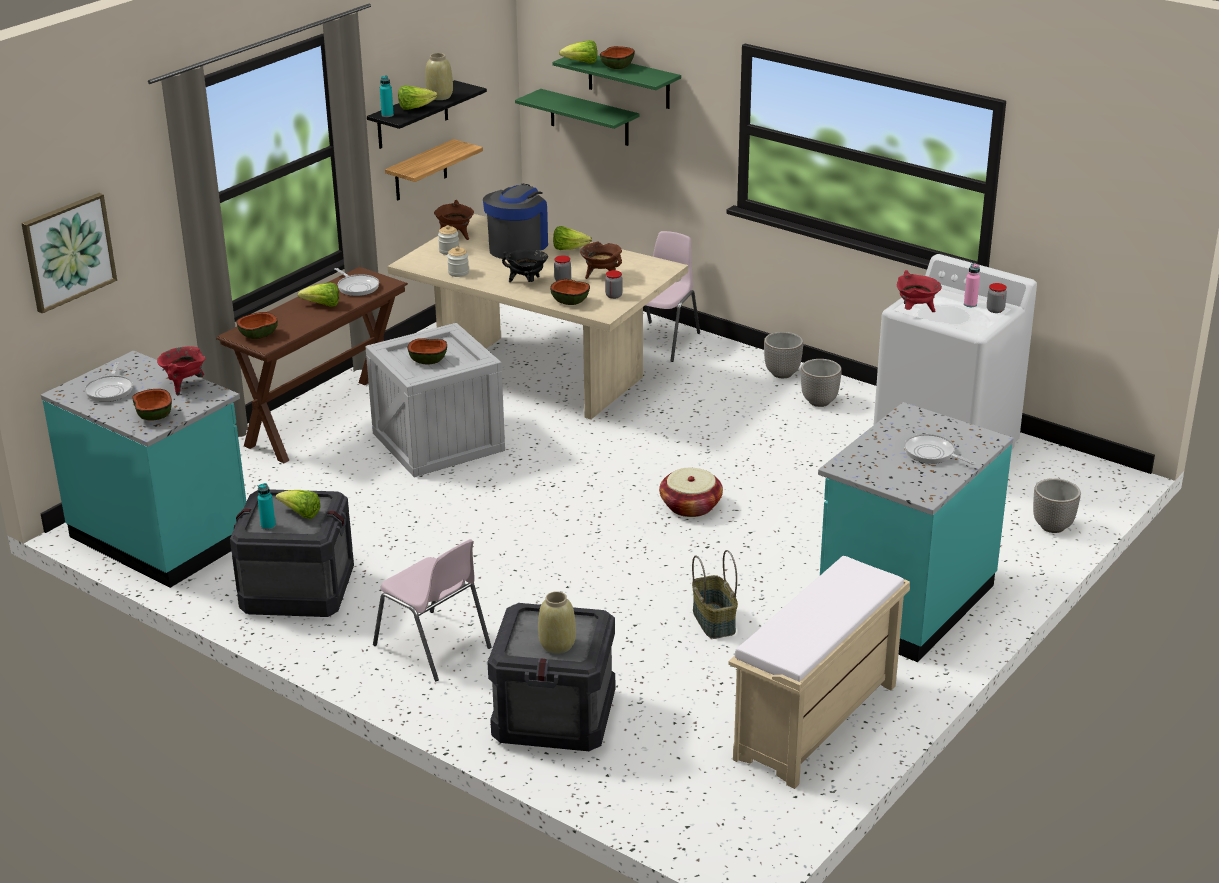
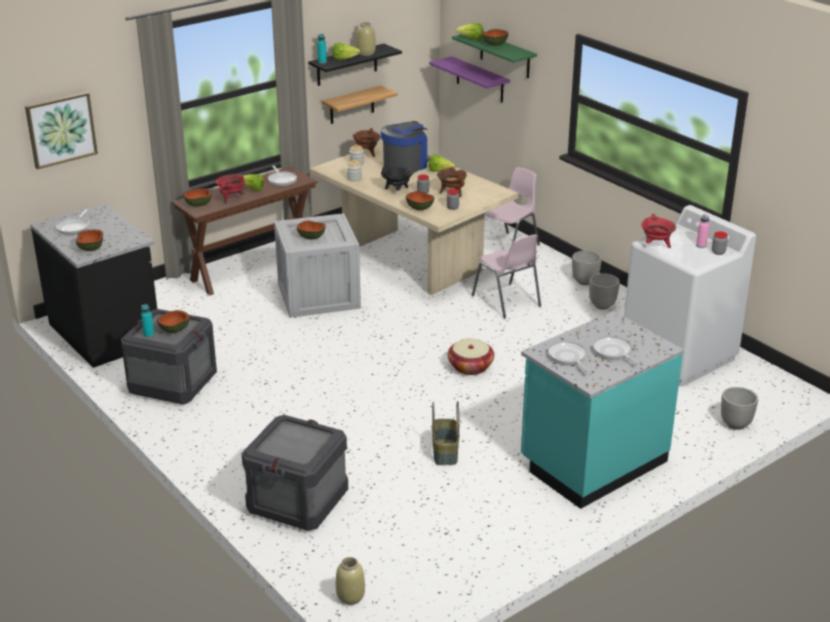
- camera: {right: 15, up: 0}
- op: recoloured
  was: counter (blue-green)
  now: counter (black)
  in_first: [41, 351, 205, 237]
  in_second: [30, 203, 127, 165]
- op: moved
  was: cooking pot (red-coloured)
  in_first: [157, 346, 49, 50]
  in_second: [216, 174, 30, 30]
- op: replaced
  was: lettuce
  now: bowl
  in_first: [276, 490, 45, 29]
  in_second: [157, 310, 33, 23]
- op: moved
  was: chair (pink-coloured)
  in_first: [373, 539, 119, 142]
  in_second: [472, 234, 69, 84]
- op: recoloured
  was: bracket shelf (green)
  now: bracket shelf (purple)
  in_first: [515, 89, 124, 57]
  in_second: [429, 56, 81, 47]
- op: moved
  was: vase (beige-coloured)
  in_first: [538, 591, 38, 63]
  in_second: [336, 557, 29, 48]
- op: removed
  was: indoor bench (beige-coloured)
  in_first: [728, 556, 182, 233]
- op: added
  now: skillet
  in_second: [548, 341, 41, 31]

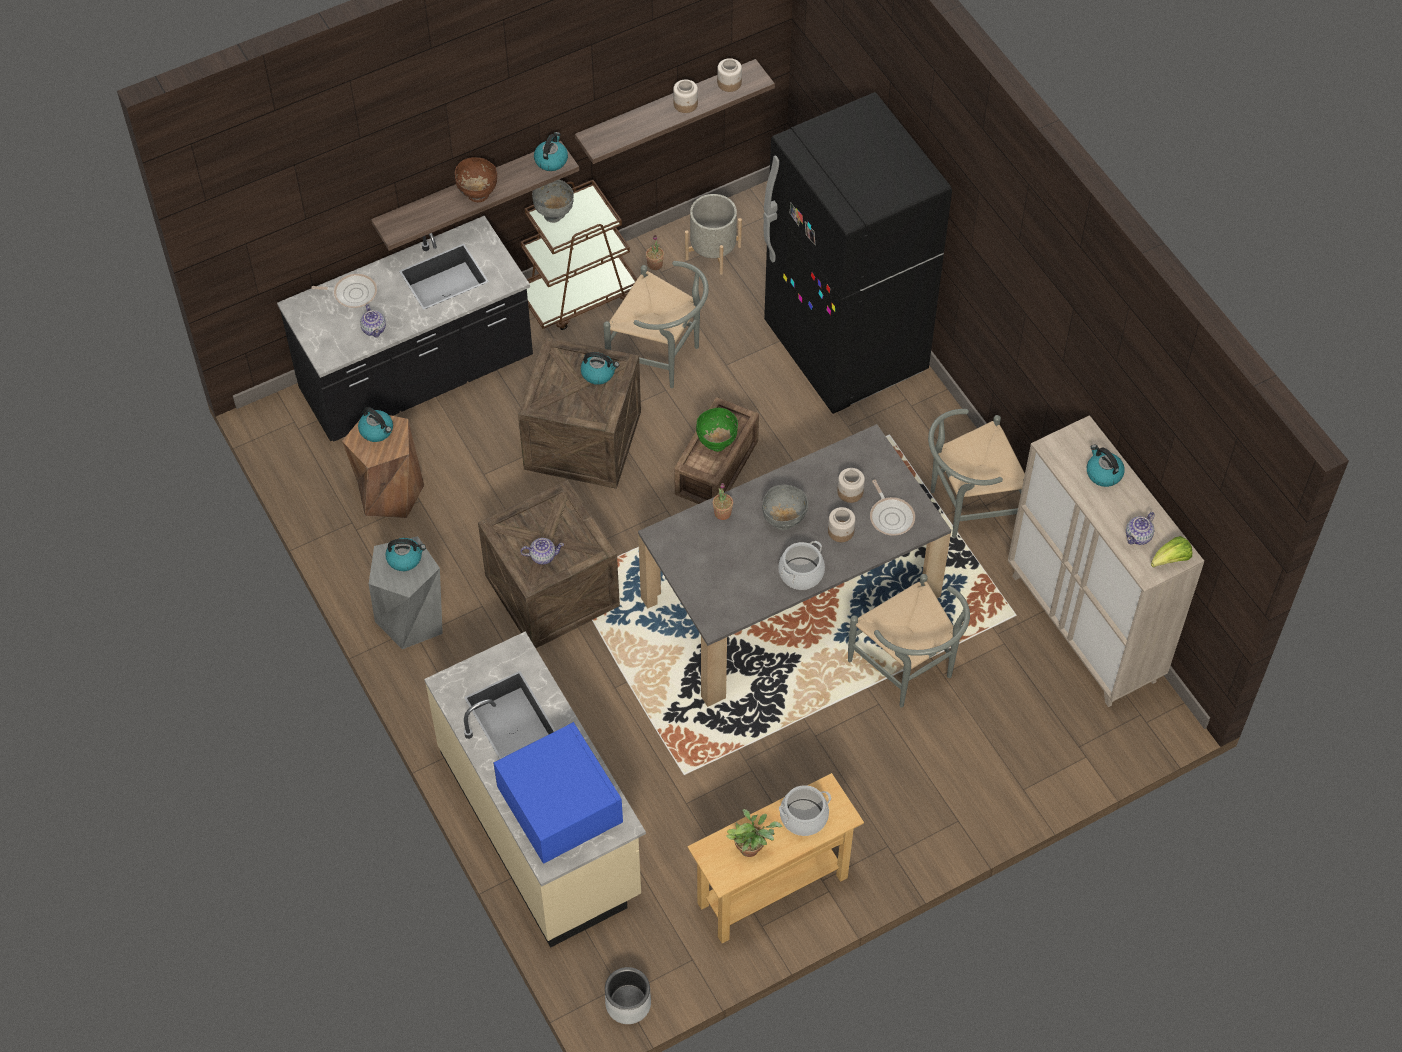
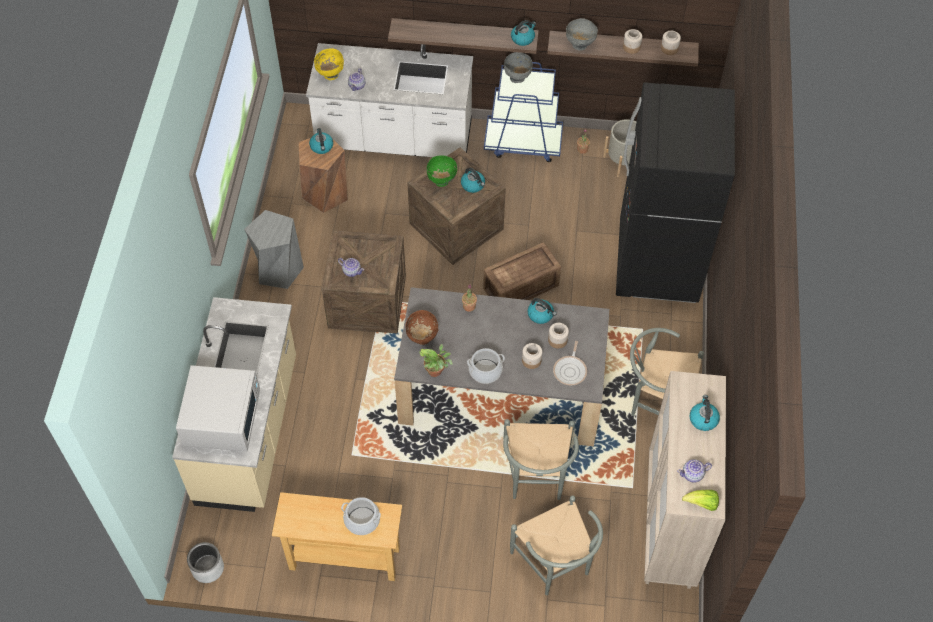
- camera: {right: 35, up: 0}
- op: recoloured
  was: counter (black)
  now: counter (whitish)
  in_first: [277, 216, 256, 226]
  in_second: [306, 43, 167, 114]
- op: removed
  was: skillet
  in_first: [311, 274, 66, 34]
- op: moved
  was: water kettle
  in_first: [385, 538, 41, 33]
  in_second: [528, 298, 28, 26]
- op: moved
  was: bowl (brown)
  in_first: [455, 157, 42, 45]
  in_second: [405, 310, 33, 35]
- op: recoloured
  was: microwave oven (blue)
  now: microwave oven (whitish)
  in_first: [494, 722, 129, 142]
  in_second: [176, 365, 84, 87]
- op: recoloured
  was: cart (brown)
  now: cart (blue)
  in_first: [521, 180, 116, 150]
  in_second: [484, 61, 79, 101]
- op: moved
  was: chair (gray)
  in_first: [603, 261, 106, 127]
  in_second: [510, 496, 93, 100]
- op: moved
  was: bowl (green)
  in_first: [696, 407, 42, 45]
  in_second: [427, 155, 30, 32]
- op: moved
  was: houseplant
  in_first: [726, 809, 57, 48]
  in_second: [419, 344, 34, 33]
- op: moved
  was: bowl (gray)
  in_first: [762, 485, 46, 45]
  in_second: [566, 18, 32, 33]
- op: added
  now: bowl (yellowish)
  in_second: [314, 48, 30, 32]

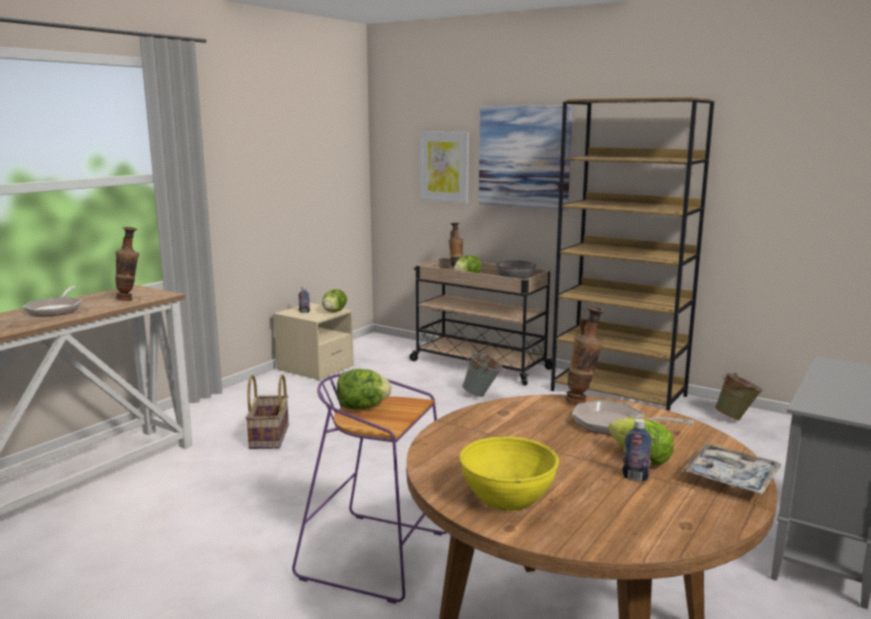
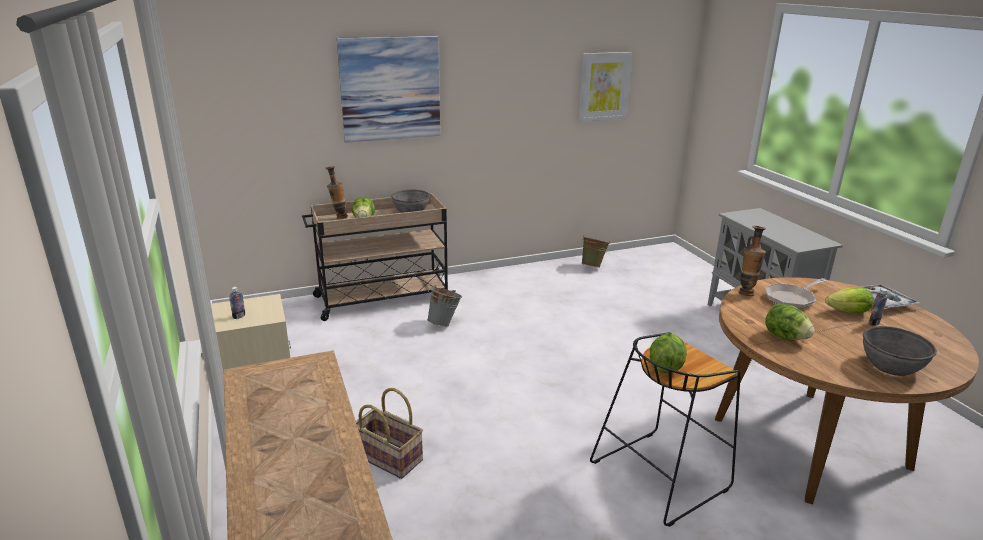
- camera: {right: -55, up: 10}
- op: removed
  was: skillet
  in_first: [23, 286, 59, 31]
- op: removed
  was: vase
  in_first: [115, 227, 24, 74]
- op: recoloured
  was: stool seat (purple)
  now: stool seat (black)
  in_first: [292, 373, 155, 231]
  in_second: [590, 332, 151, 195]
- op: moved
  was: lettuce
  in_first: [322, 289, 25, 23]
  in_second: [765, 303, 50, 37]
- op: moved
  was: picture
  in_first: [420, 131, 49, 73]
  in_second: [578, 52, 54, 70]
- op: recoloured
  was: bowl (yellowish)
  now: bowl (gray)
  in_first: [459, 436, 100, 75]
  in_second: [863, 326, 74, 50]
- op: removed
  was: shelving unit (brown)
  in_first: [551, 97, 163, 314]

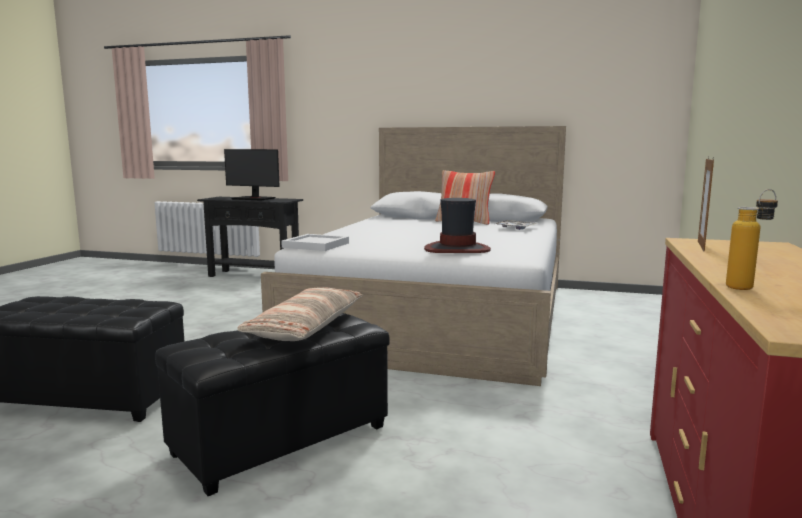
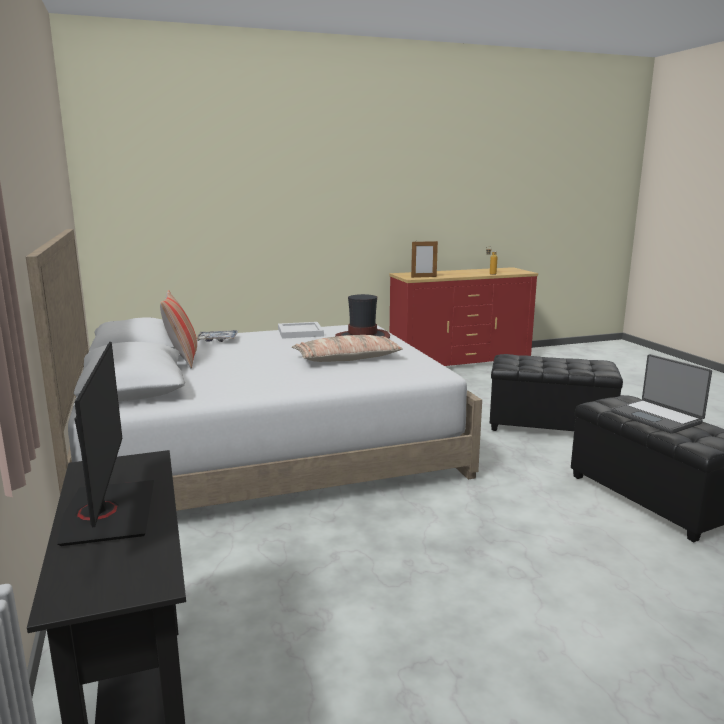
- camera: {right: -125, up: 5}
- op: moved
  was: cushion
  in_first: [237, 287, 126, 54]
  in_second: [292, 335, 111, 27]
- op: moved
  was: serving tray (whitish)
  in_first: [281, 234, 68, 17]
  in_second: [278, 322, 46, 17]
- op: added
  now: laptop
  in_second: [611, 354, 101, 80]

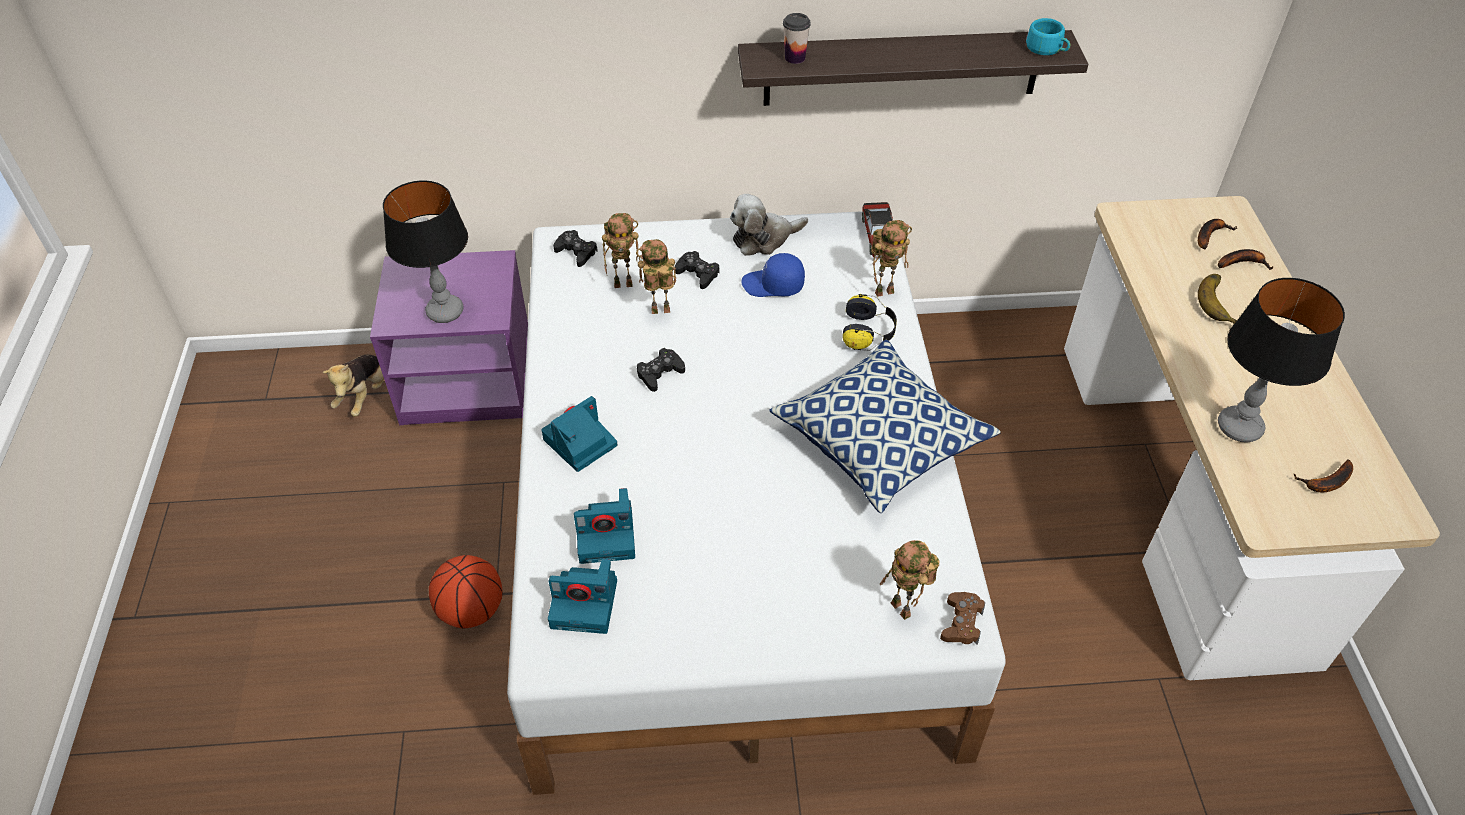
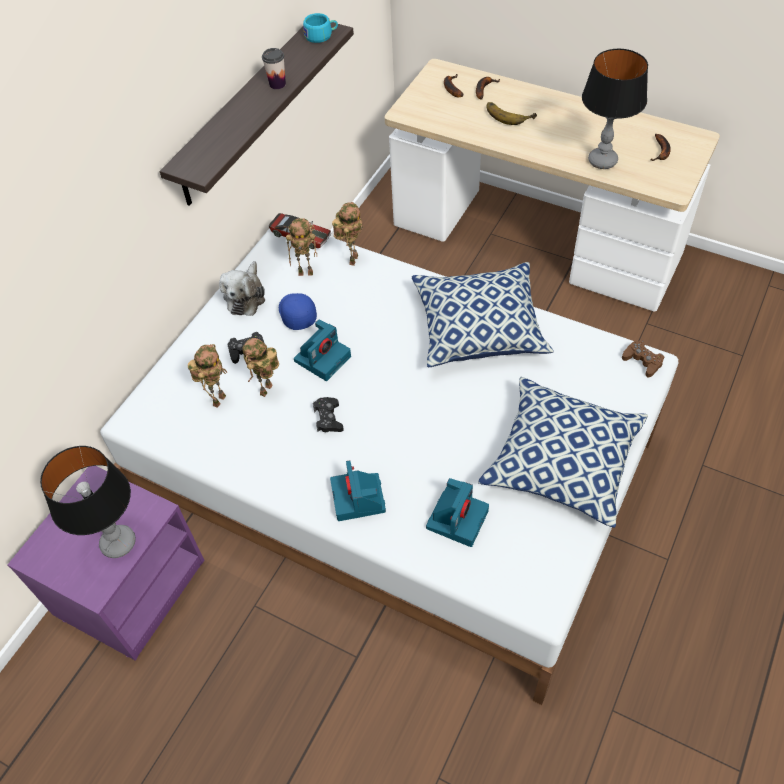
- camera: {right: -55, up: 5}
- op: removed
  was: cuddly toy
  in_first: [323, 355, 61, 62]
- op: removed
  was: ball for basketball
  in_first: [429, 555, 74, 73]
- op: moved
  was: photo camera
  in_first: [548, 559, 69, 75]
  in_second: [294, 319, 57, 62]
- op: removed
  was: joypad (black)
  in_first: [553, 230, 45, 37]
- op: turned
  was: peaked cap (blue)
  in_first: [742, 253, 63, 44]
  in_second: [279, 293, 38, 37]
  clockwise: 120
- op: moved
  was: drinking cup
  in_first: [783, 13, 28, 51]
  in_second: [262, 48, 24, 41]
- op: removed
  was: pair of headphones
  in_first: [842, 294, 55, 57]
- op: moved
  was: robot figure
  in_first: [880, 540, 60, 80]
  in_second: [286, 219, 31, 57]
- op: added
  now: cushion
  in_second: [478, 377, 170, 151]

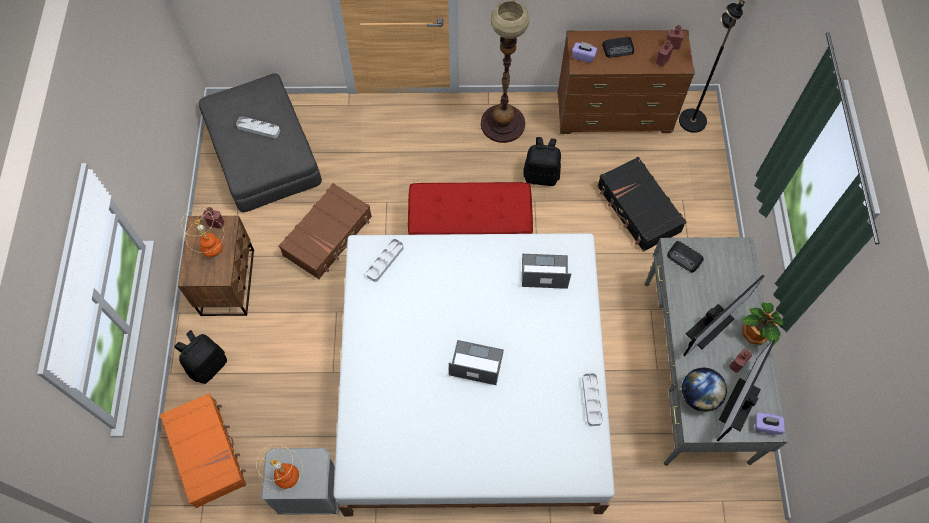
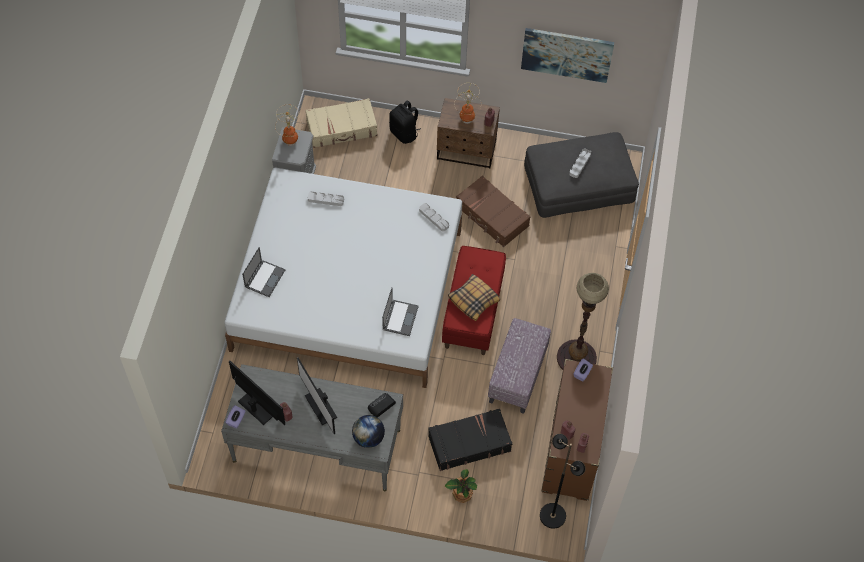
- camera: {right: 100, up: -5}
- op: recoloured
  was: travel case (orange)
  now: travel case (beige-coloured)
  in_first: [160, 393, 86, 115]
  in_second: [305, 98, 72, 50]
- op: moved
  was: laptop
  in_first: [449, 340, 55, 45]
  in_second: [242, 247, 43, 50]
- op: replaced
  was: backpack (black)
  now: pouffe
  in_first: [523, 137, 38, 49]
  in_second: [488, 318, 63, 96]
- op: moved
  was: serving tray (gray)
  in_first: [582, 373, 21, 53]
  in_second: [308, 191, 36, 15]
- op: removed
  was: radio
  in_first: [602, 37, 32, 21]
- op: moved
  was: world globe
  in_first: [682, 368, 45, 44]
  in_second: [352, 415, 33, 33]
- op: moved
  was: houseplant
  in_first: [742, 302, 41, 44]
  in_second: [445, 469, 32, 34]
- op: added
  now: cushion
  in_second: [448, 274, 52, 47]
- op: added
  now: picture
  in_second: [521, 28, 93, 55]

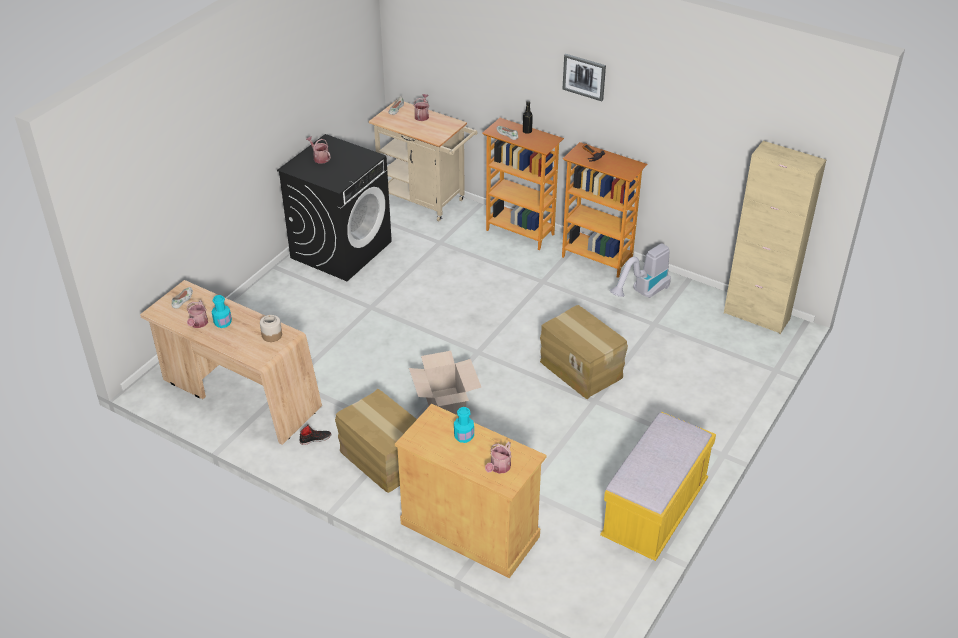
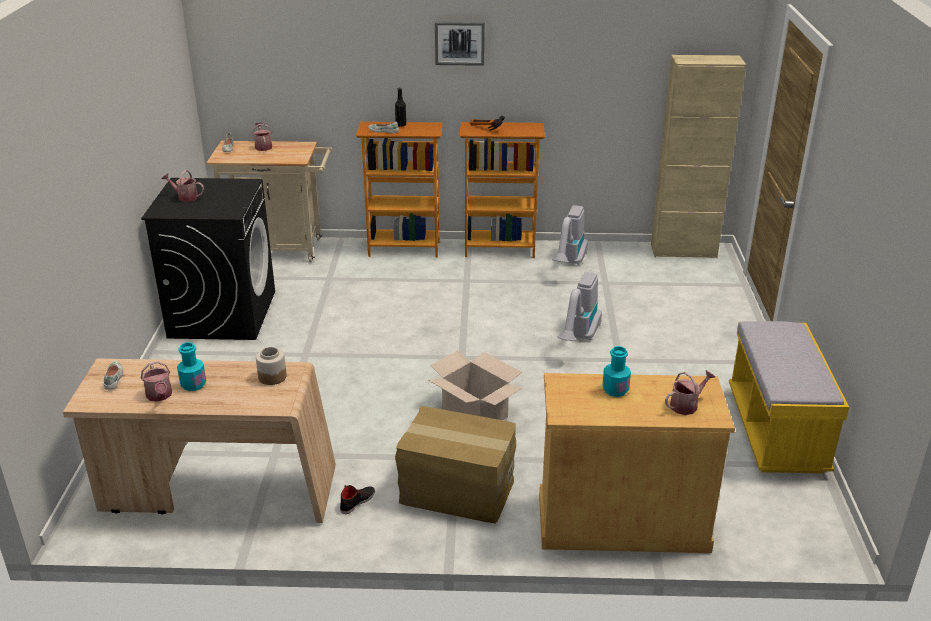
- camera: {right: -30, up: -10}
- op: turned
  was: watering can
  in_first: [485, 442, 27, 32]
  in_second: [665, 370, 50, 45]
  clockwise: -120
- op: replaced
  was: packing box
  now: vacuum cleaner
  in_first: [540, 305, 88, 94]
  in_second: [558, 272, 44, 69]

